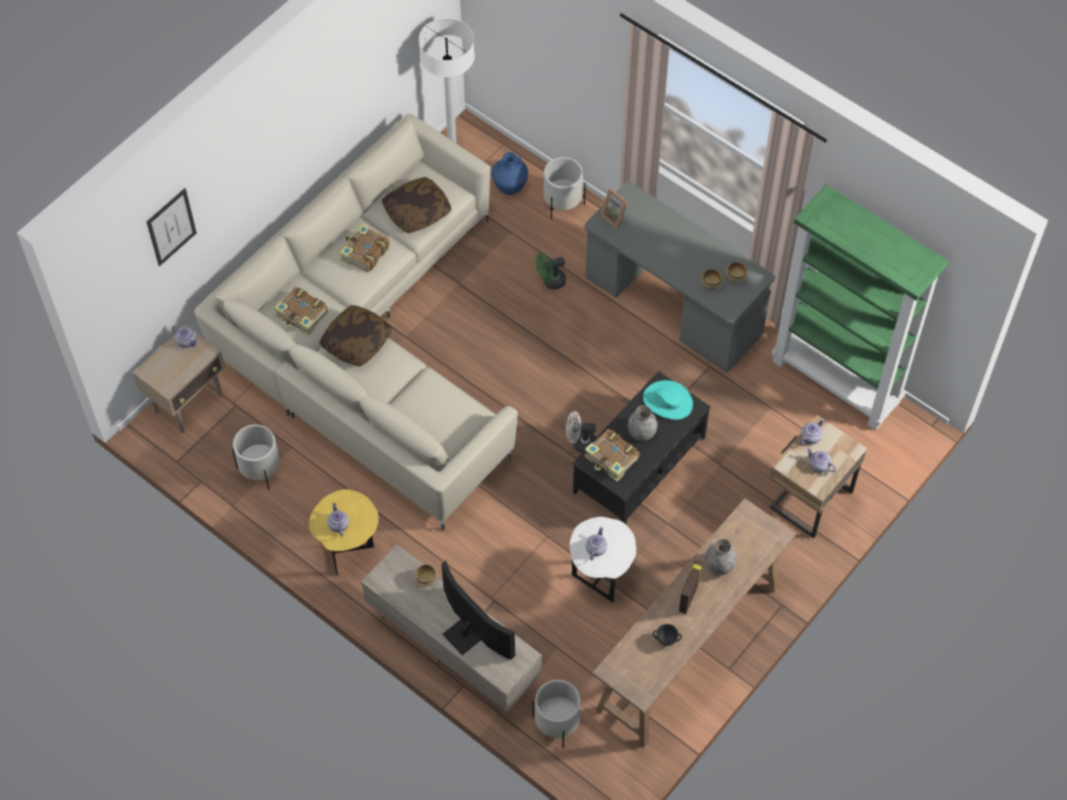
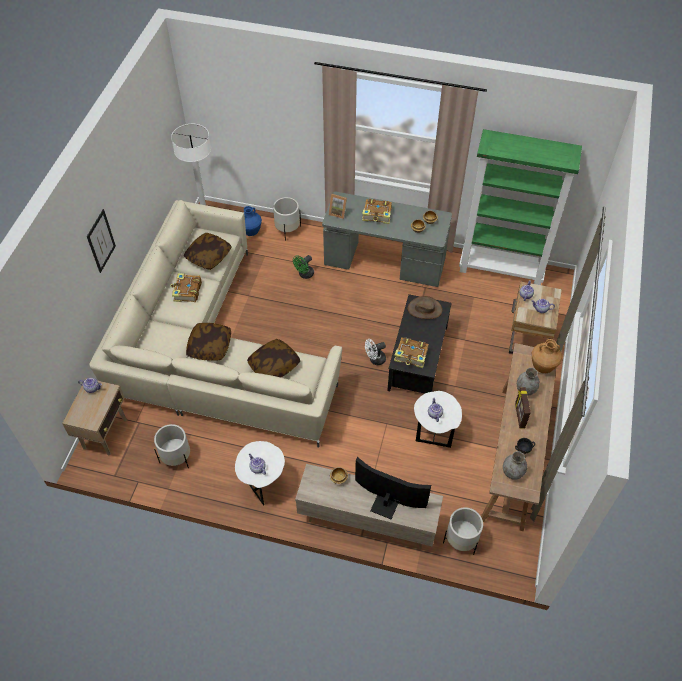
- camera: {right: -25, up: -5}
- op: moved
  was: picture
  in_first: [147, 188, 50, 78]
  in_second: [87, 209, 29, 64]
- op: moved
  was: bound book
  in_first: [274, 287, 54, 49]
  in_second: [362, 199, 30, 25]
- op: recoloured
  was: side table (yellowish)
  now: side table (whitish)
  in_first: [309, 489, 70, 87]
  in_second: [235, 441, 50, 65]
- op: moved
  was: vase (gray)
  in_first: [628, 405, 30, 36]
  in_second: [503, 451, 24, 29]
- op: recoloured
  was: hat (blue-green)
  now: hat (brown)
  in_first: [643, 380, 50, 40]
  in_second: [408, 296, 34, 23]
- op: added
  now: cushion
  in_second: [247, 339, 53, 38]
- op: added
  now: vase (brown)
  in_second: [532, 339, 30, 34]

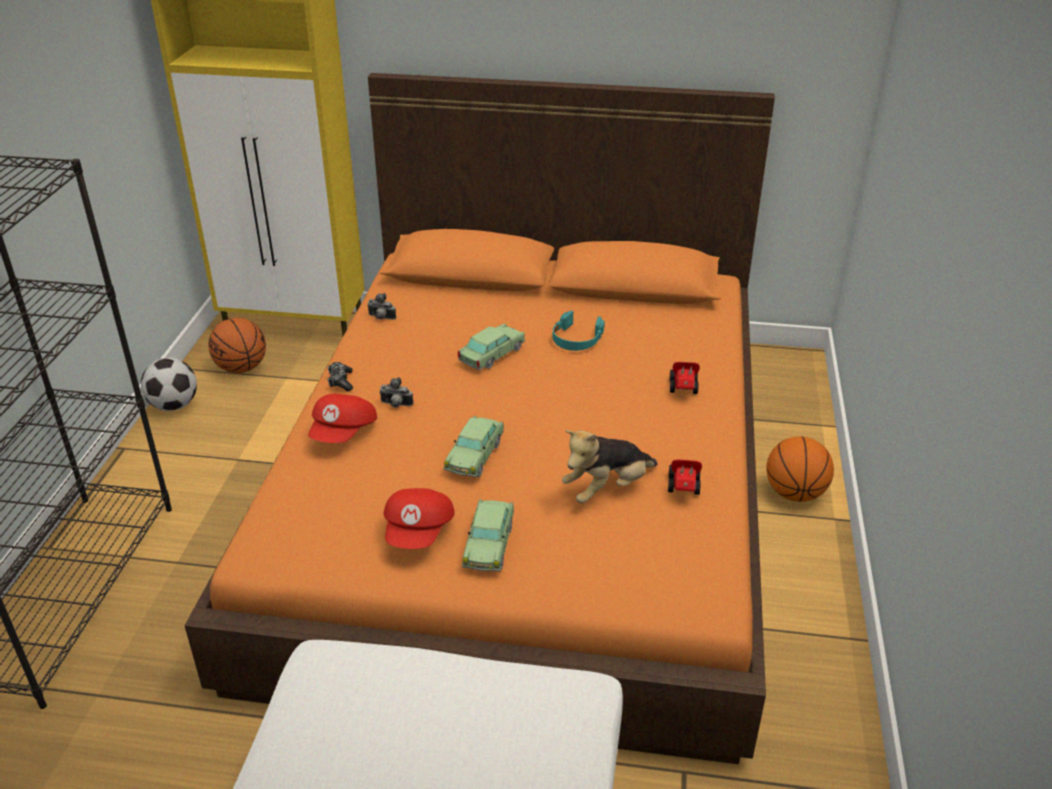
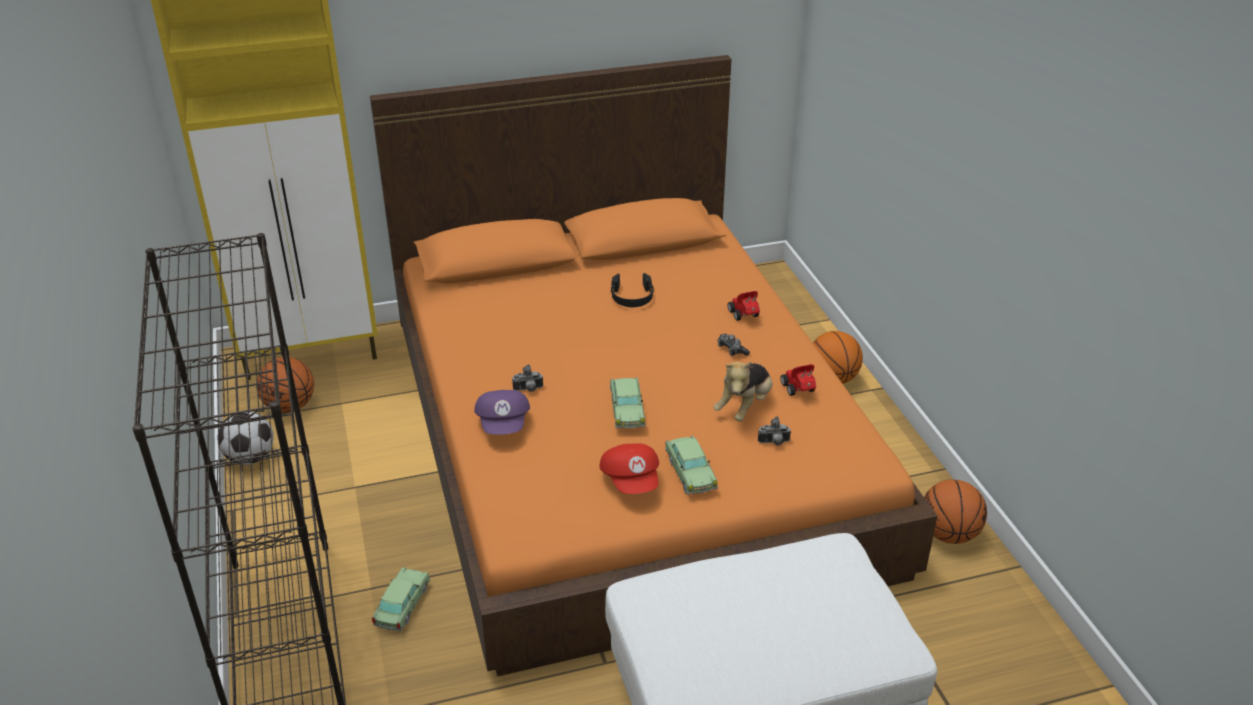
- camera: {right: -25, up: 0}
- op: recoloured
  was: peaked cap (red-coloured)
  now: peaked cap (purple)
  in_first: [308, 394, 69, 49]
  in_second: [474, 390, 56, 45]
- op: moved
  was: joypad
  in_first: [327, 362, 26, 29]
  in_second: [717, 334, 33, 22]
- op: moved
  was: photo camera
  in_first: [367, 293, 29, 27]
  in_second: [758, 416, 33, 30]
- op: moved
  was: model car
  in_first: [458, 324, 67, 46]
  in_second: [372, 567, 58, 64]
- op: recoloured
  was: pair of headphones (blue-green)
  now: pair of headphones (black)
  in_first: [553, 310, 52, 41]
  in_second: [611, 273, 42, 34]
- op: added
  now: ball for basketball
  in_second: [924, 480, 63, 64]

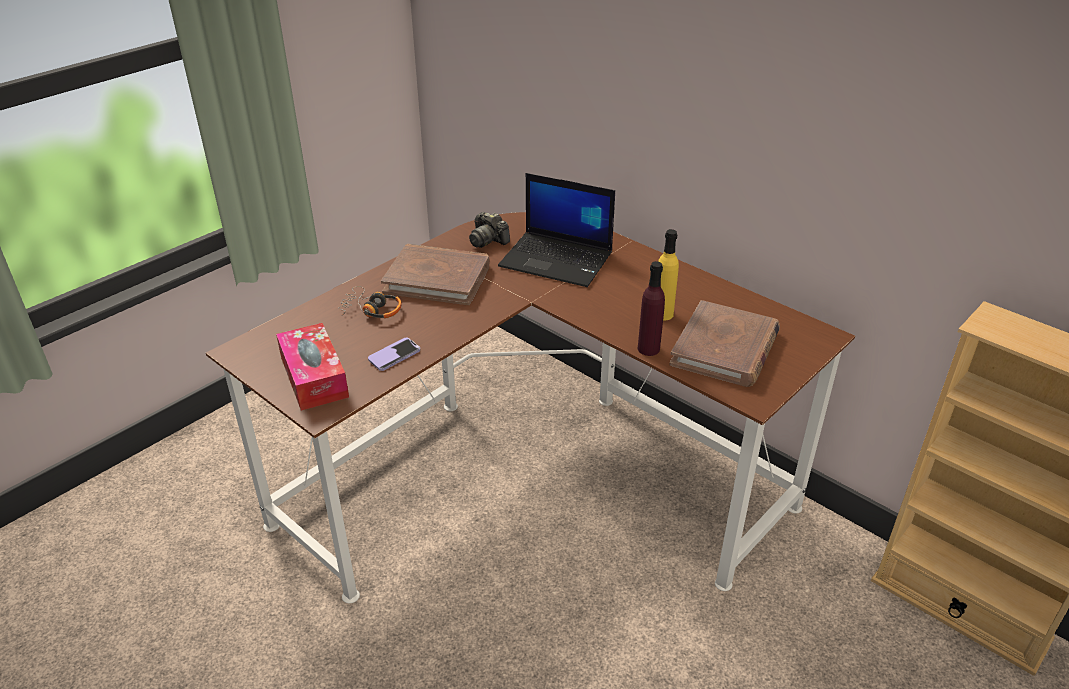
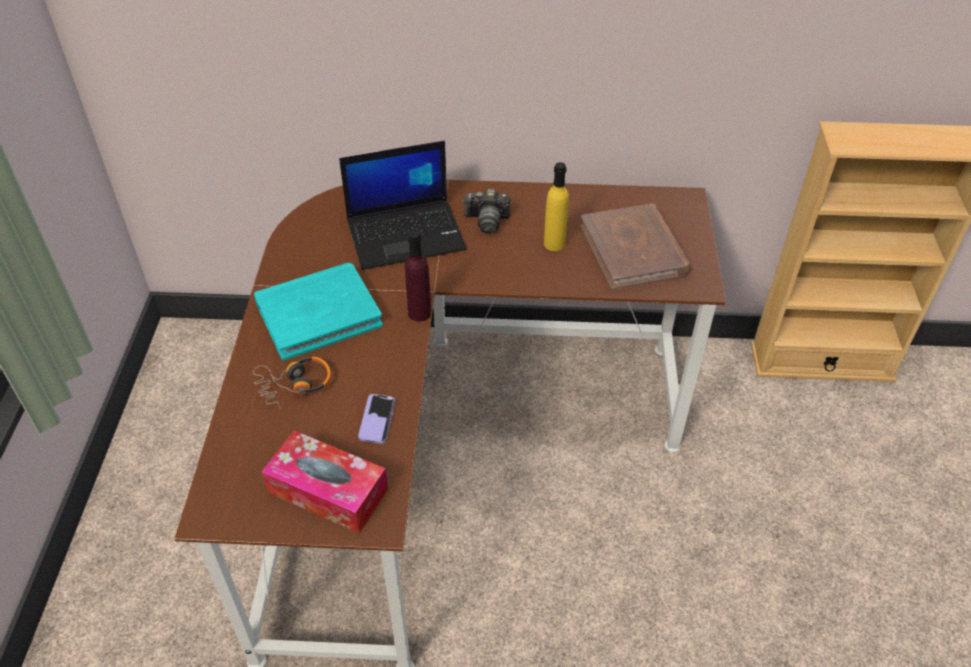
- camera: {right: -40, up: 10}
- op: recoloured
  was: bound book (brown)
  now: bound book (blue-green)
  in_first: [381, 244, 109, 61]
  in_second: [254, 263, 129, 98]
- op: moved
  was: photo camera
  in_first: [469, 212, 41, 36]
  in_second: [462, 189, 48, 45]
- op: moved
  was: drink bottle (purple)
  in_first: [638, 261, 27, 95]
  in_second: [405, 230, 26, 91]

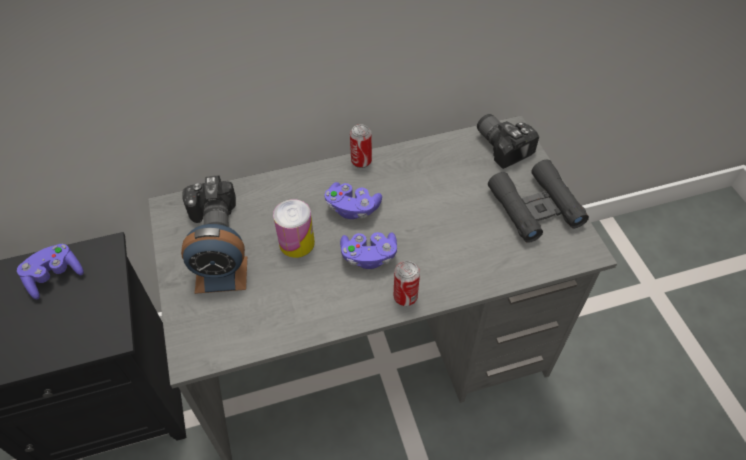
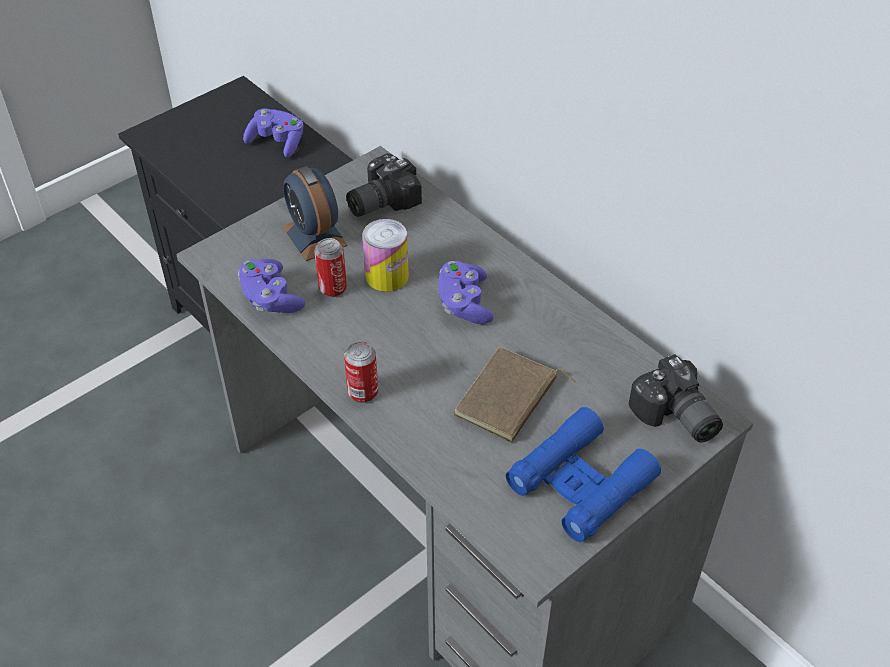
- camera: {right: 65, up: -5}
- op: moved
  was: joypad (purple)
  in_first: [340, 232, 57, 37]
  in_second: [238, 259, 67, 54]
- op: moved
  was: can
  in_first: [350, 124, 22, 44]
  in_second: [314, 238, 33, 59]
- op: turned
  was: photo camera
  in_first: [477, 114, 62, 55]
  in_second: [629, 354, 94, 89]
  clockwise: 120
- op: recoloured
  was: field glasses (black)
  now: field glasses (blue)
  in_first: [488, 160, 101, 83]
  in_second: [505, 407, 156, 135]
- op: added
  now: bound book (brown)
  in_second: [453, 347, 123, 96]

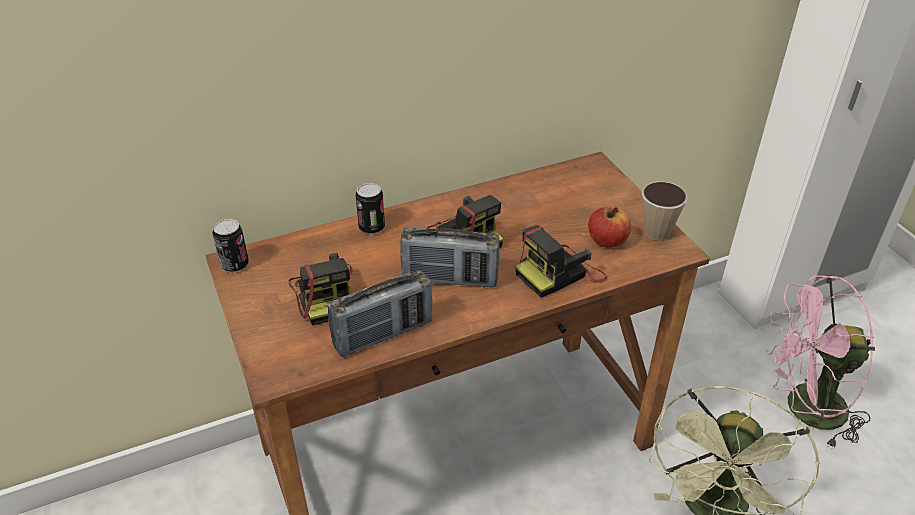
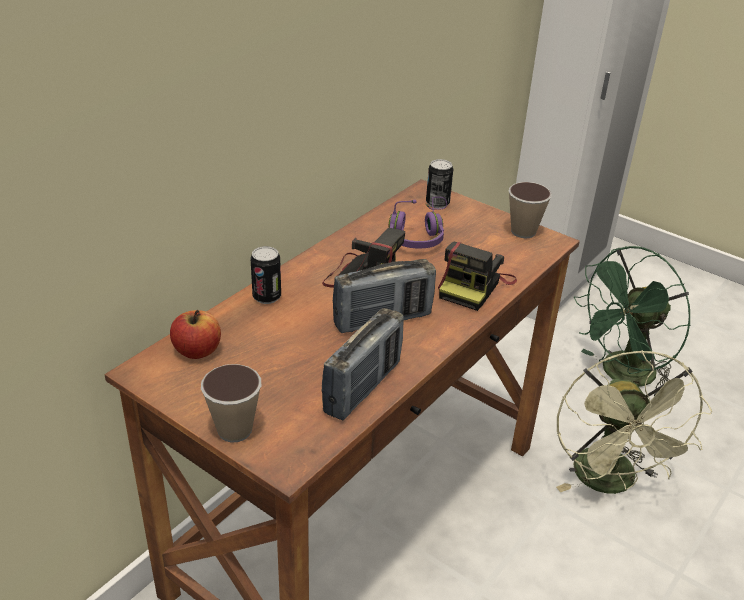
- camera: {right: -30, up: -5}
- op: moved
  was: can
  in_first: [212, 218, 37, 55]
  in_second: [426, 159, 27, 50]
- op: removed
  was: photo camera
  in_first: [289, 253, 64, 73]
- op: moved
  was: apple fruit
  in_first: [588, 206, 43, 42]
  in_second: [170, 310, 51, 49]
- op: recoloured
  was: fan (pink-coloured)
  now: fan (green)
  in_first: [765, 275, 110, 175]
  in_second: [574, 246, 117, 150]
- op: added
  now: drinking cup
  in_second: [201, 364, 60, 79]
- op: added
  now: pair of headphones (purple)
  in_second: [389, 197, 58, 51]

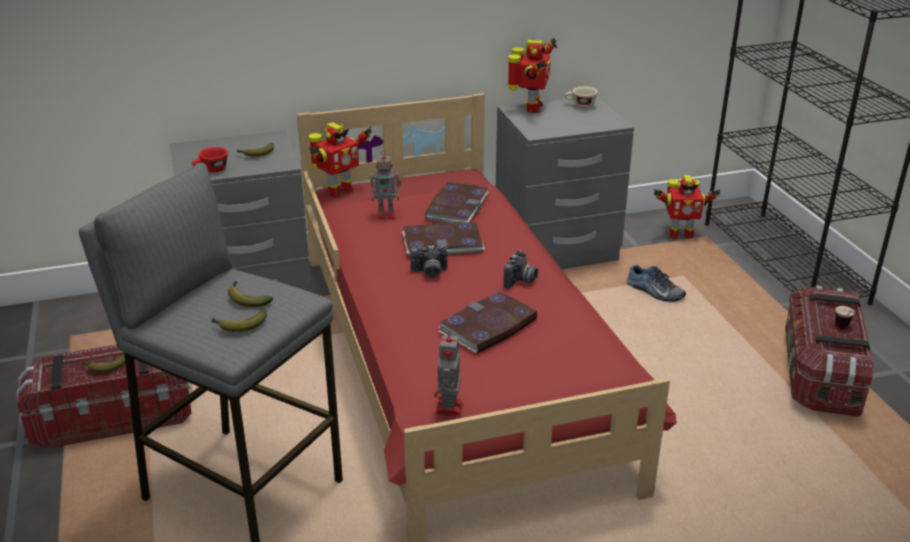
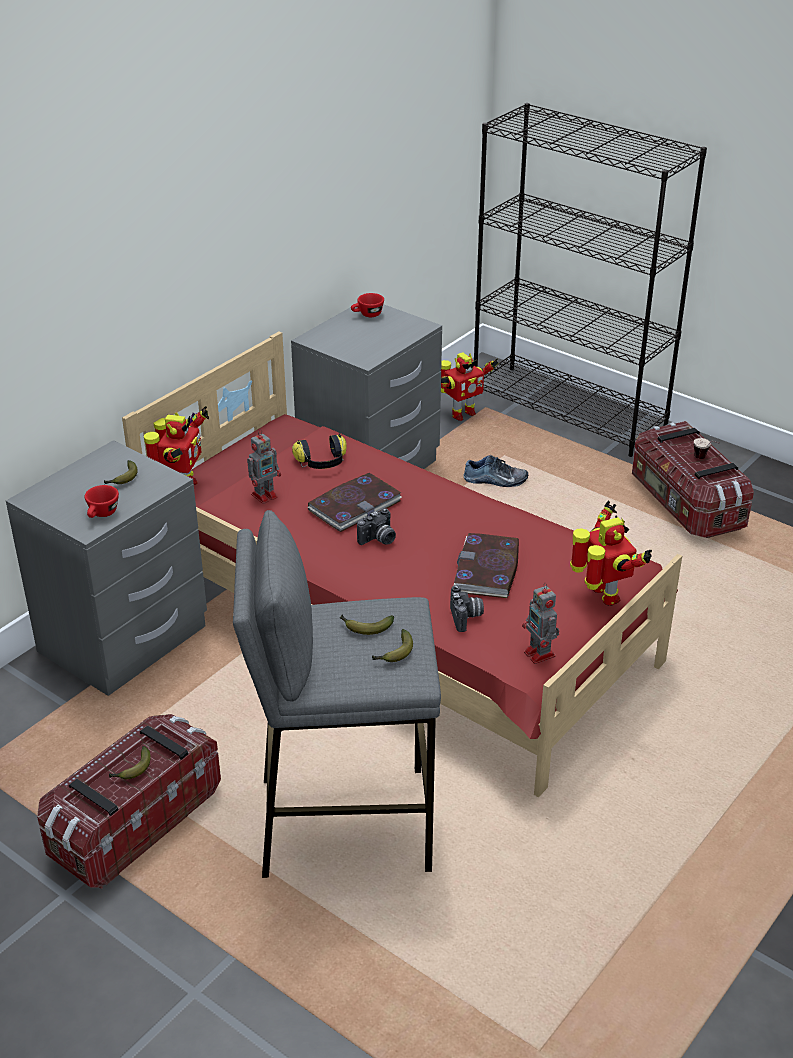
- camera: {right: -35, up: 5}
- op: replaced
  was: bound book
  now: pair of headphones
  in_first: [425, 182, 64, 41]
  in_second: [292, 434, 55, 35]
- op: moved
  was: photo camera
  in_first: [503, 250, 35, 39]
  in_second: [450, 585, 34, 47]
- op: moved
  was: robot figure
  in_first: [508, 38, 49, 75]
  in_second: [570, 501, 82, 105]
- op: recoloured
  was: drinking cup (beige-coloured)
  now: drinking cup (red-coloured)
  in_first: [565, 87, 33, 21]
  in_second: [351, 293, 33, 24]

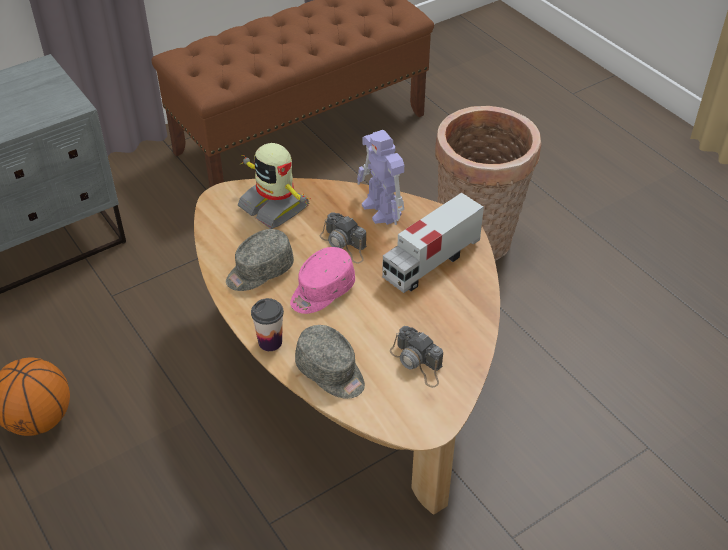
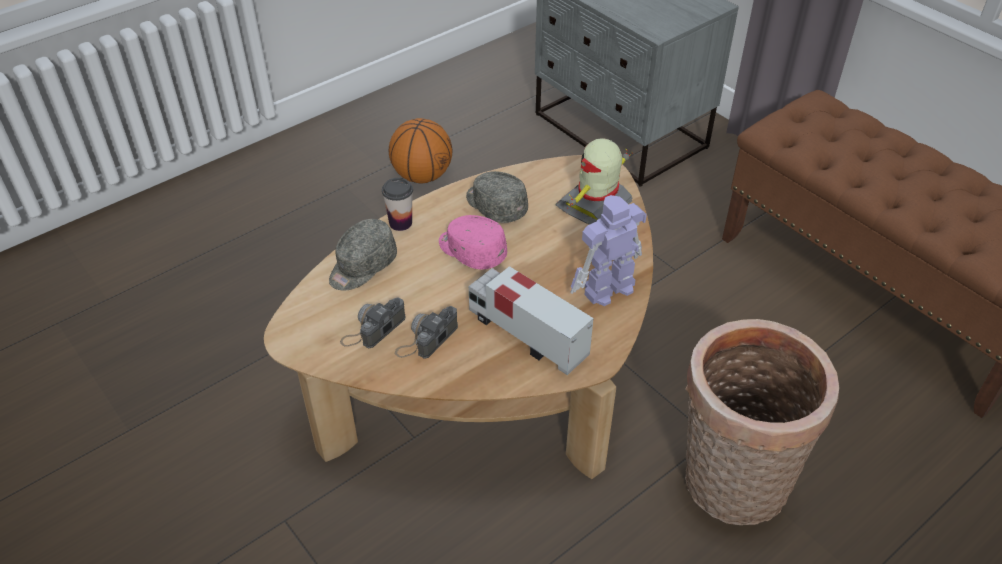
- camera: {right: 85, up: 0}
- op: moved
  was: photo camera
  in_first: [320, 212, 47, 52]
  in_second: [395, 306, 63, 53]

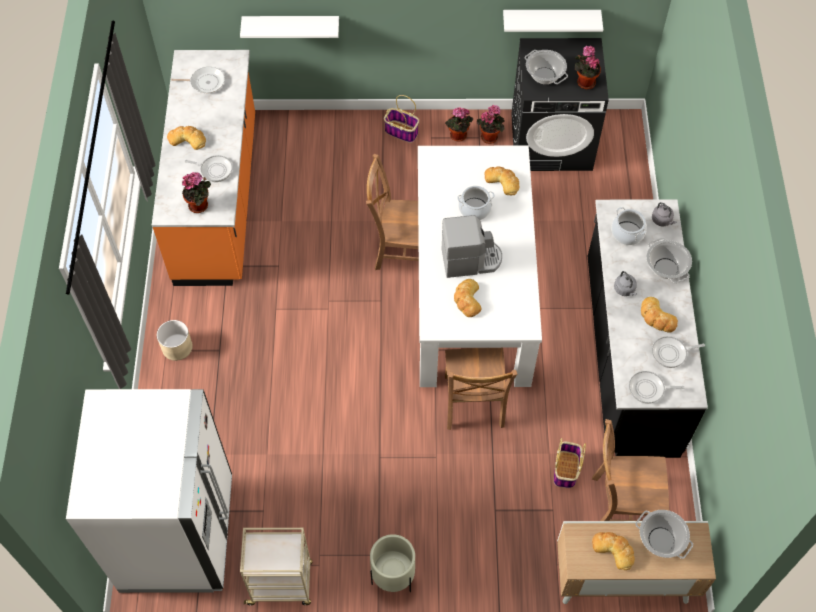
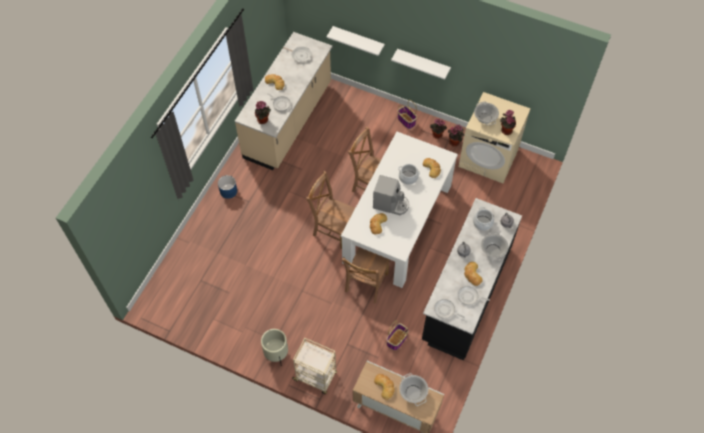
- camera: {right: 25, up: 0}
- op: removed
  was: kitchen fridge (whitish)
  in_first: [66, 389, 166, 204]
- op: recoloured
  was: counter (orange)
  now: counter (beige-coloured)
  in_first: [152, 50, 103, 236]
  in_second: [235, 32, 98, 138]
- op: recoloured
  was: flower pot (beige-coloured)
  now: flower pot (blue)
  in_first: [157, 320, 36, 41]
  in_second: [218, 175, 19, 24]
- op: moved
  was: cart (beige-coloured)
  in_first: [240, 528, 73, 78]
  in_second: [292, 338, 45, 56]
- op: moved
  was: bracket shelf (whitish)
  in_first: [503, 10, 100, 22]
  in_second: [391, 49, 60, 31]
- op: recoloured
  was: laundry machine (black)
  now: laundry machine (beige-coloured)
  in_first: [511, 38, 98, 133]
  in_second: [458, 92, 73, 91]
- op: moved
  was: chair (brown)
  in_first: [592, 419, 77, 103]
  in_second: [306, 171, 49, 78]

